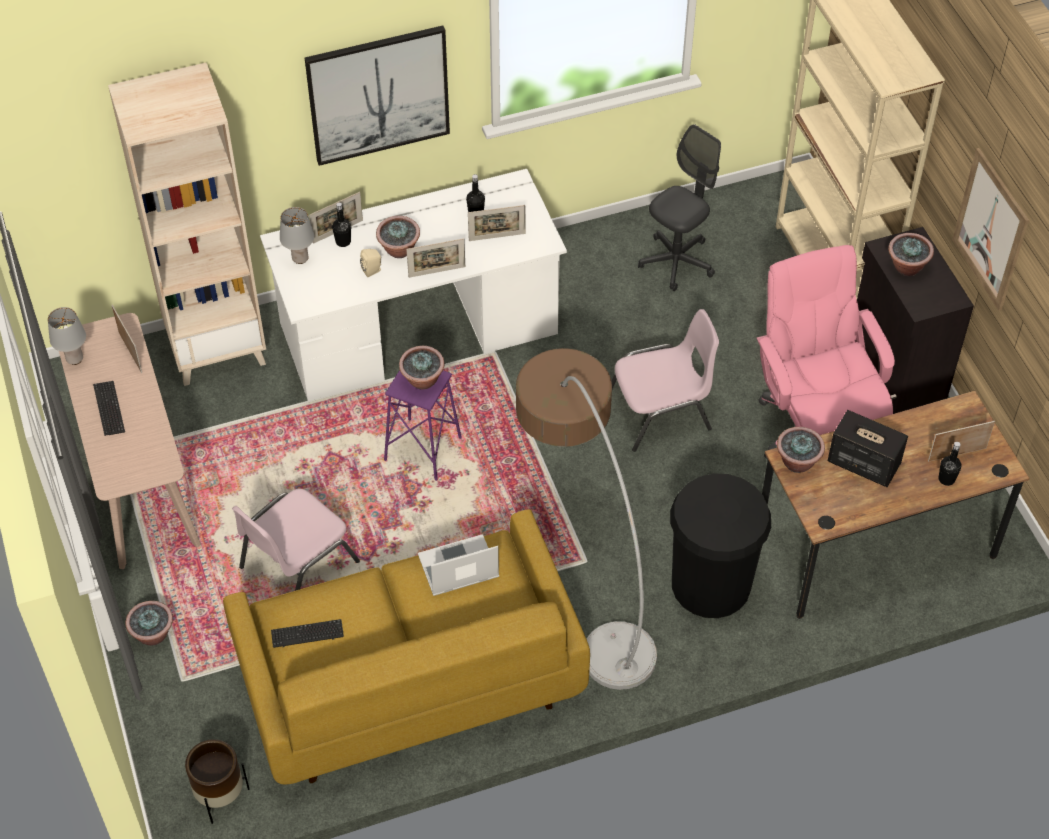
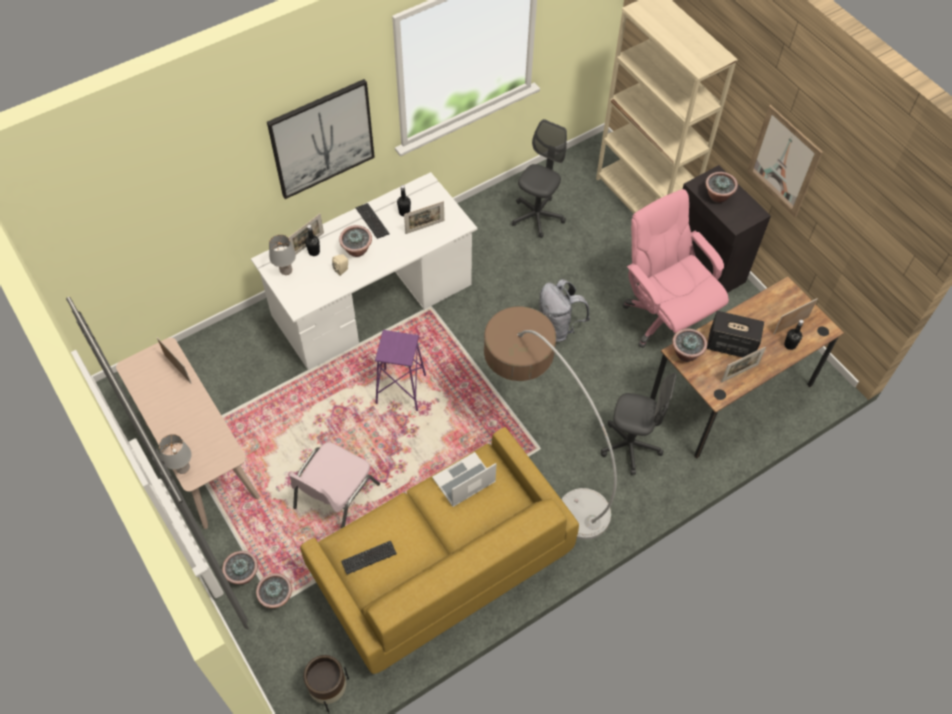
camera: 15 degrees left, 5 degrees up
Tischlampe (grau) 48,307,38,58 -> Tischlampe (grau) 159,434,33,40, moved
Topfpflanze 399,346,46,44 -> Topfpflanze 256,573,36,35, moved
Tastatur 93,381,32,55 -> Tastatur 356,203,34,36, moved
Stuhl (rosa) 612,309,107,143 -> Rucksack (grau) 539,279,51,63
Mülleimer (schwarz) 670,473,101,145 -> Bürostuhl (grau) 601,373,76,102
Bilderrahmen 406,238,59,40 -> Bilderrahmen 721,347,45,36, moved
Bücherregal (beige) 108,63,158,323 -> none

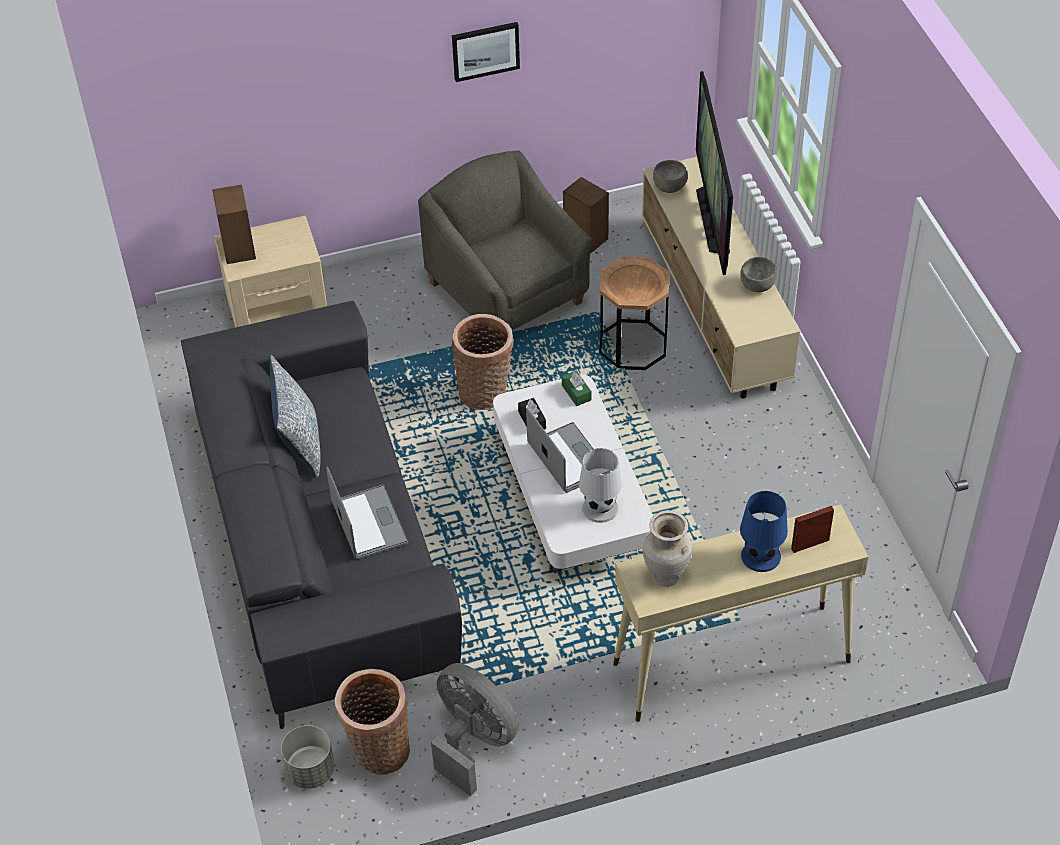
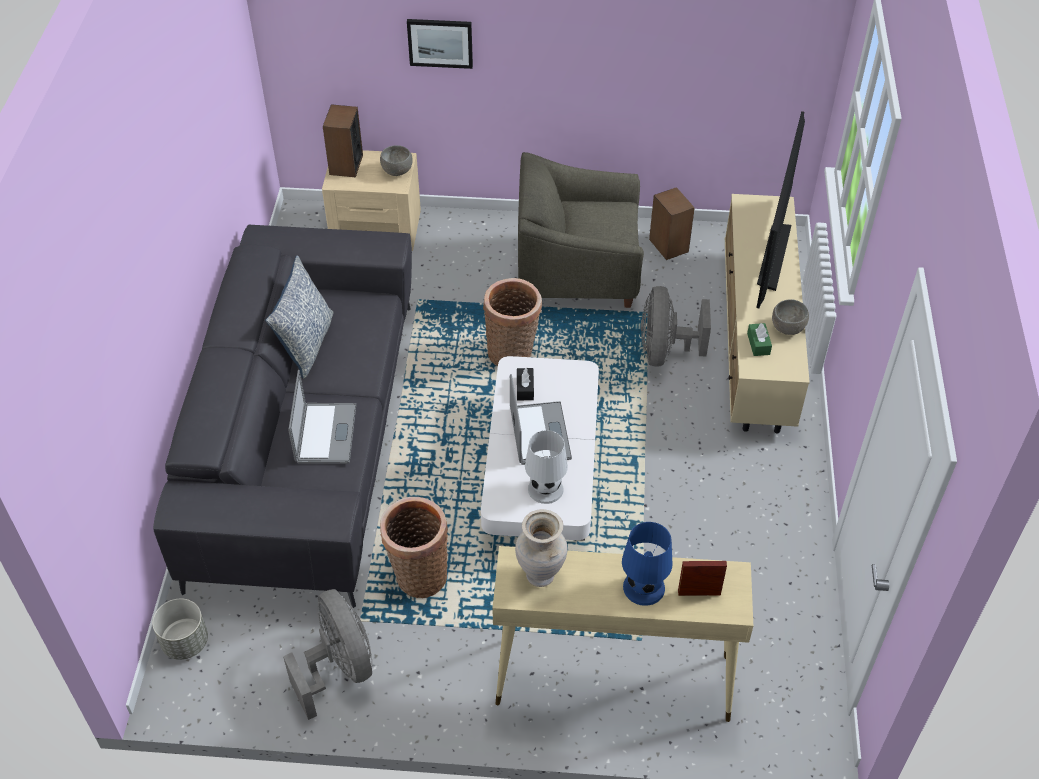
camera: 20 degrees right, 0 degrees up
Schüssel (grau) 653,160,35,33 -> Schüssel (grau) 380,145,33,31, moved
Korb 335,669,75,106 -> Korb 380,497,68,101, moved
Bild 452,22,68,60 -> Bild 407,19,66,50, moved
Sessel (grau) 418,151,174,179 -> Sessel (grau) 518,152,126,156, 75 degrees counterclockwise
Beistelltisch (braun) 599,257,71,113 -> Ventilator (grau) 641,286,70,81
Taschentuchbox (grün) 562,371,29,35 -> Taschentuchbox (grün) 747,323,25,33, moved

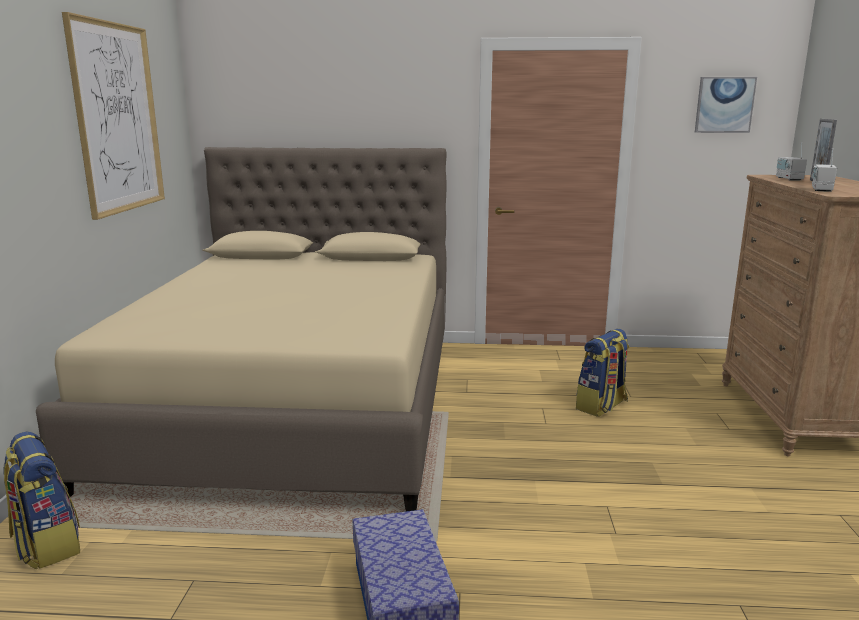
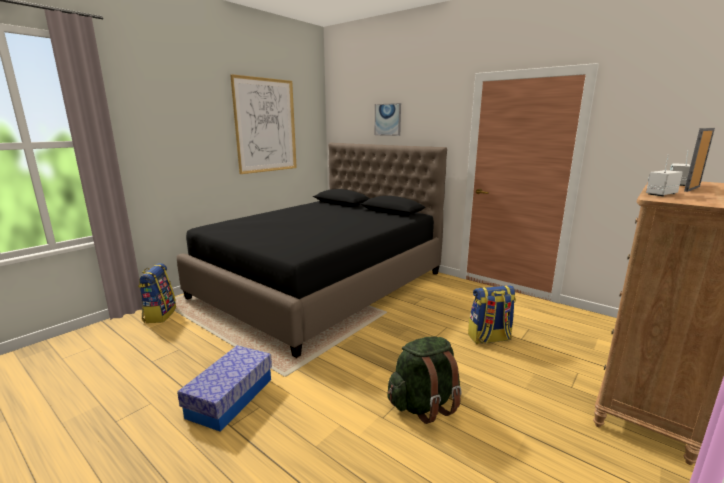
camera: 35 degrees right, 0 degrees up
Bett (beige) 36,147,411,365 -> Bett (schwarz) 177,143,270,215
Bild 695,77,62,56 -> Bild 375,103,26,33, moved
none -> Rucksack (grün) 387,336,75,88

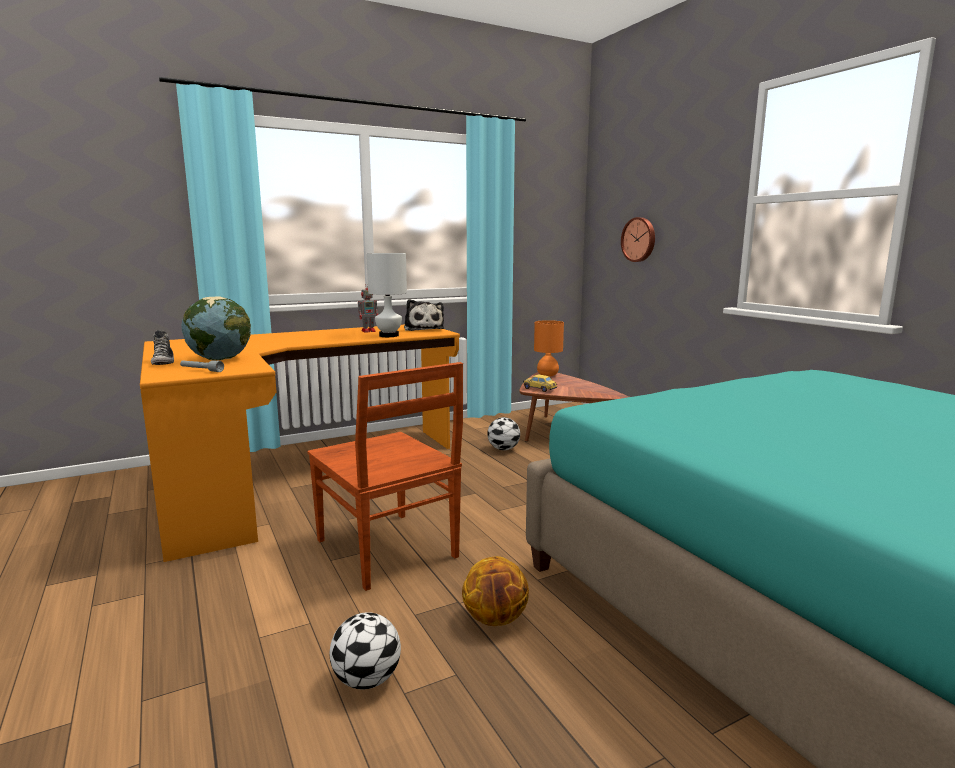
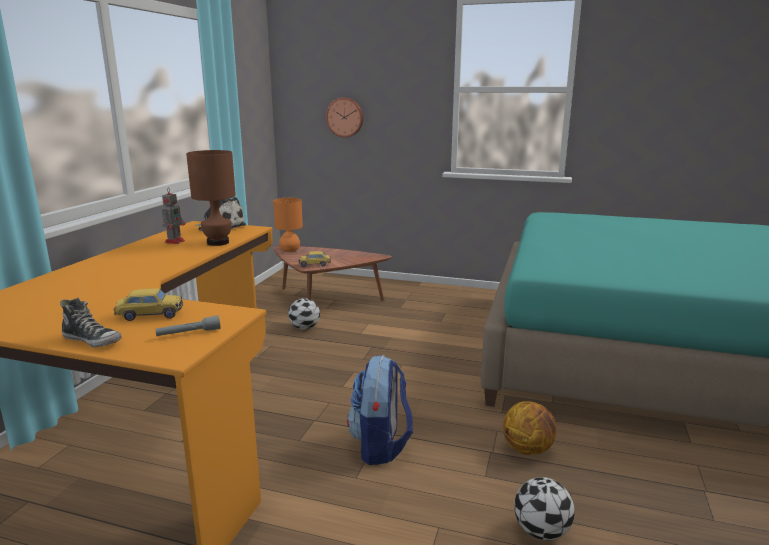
camera: 45 degrees left, 5 degrees up
Globus 181,296,70,65 -> Spielzeugauto 114,288,69,33
Tischlampe (weiß) 366,253,41,84 -> Tischlampe (braun) 186,150,50,96
Stuhl (braun) 307,362,156,229 -> Rucksack 347,355,66,110

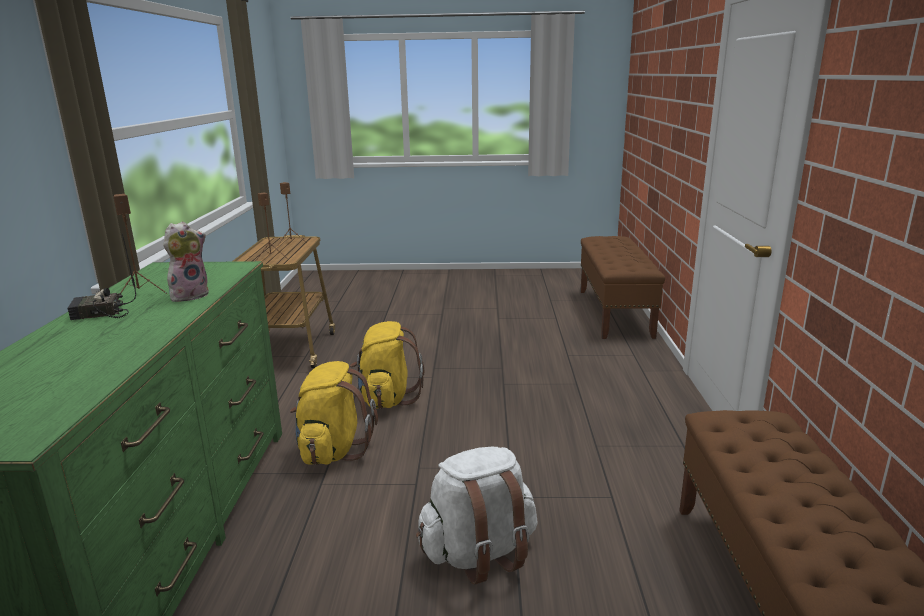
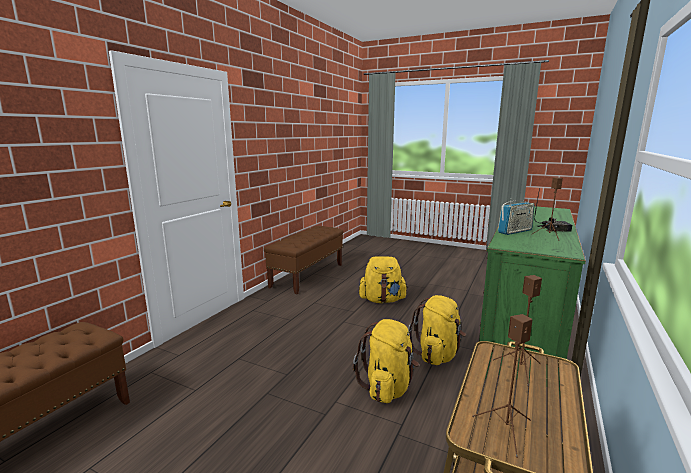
camera: 155 degrees left, 5 degrees down
Rucksack (weiß) 416,447,122,138 -> Rucksack (gelb) 359,256,49,47
Plüschtier 163,222,46,80 -> Radio 498,198,36,37

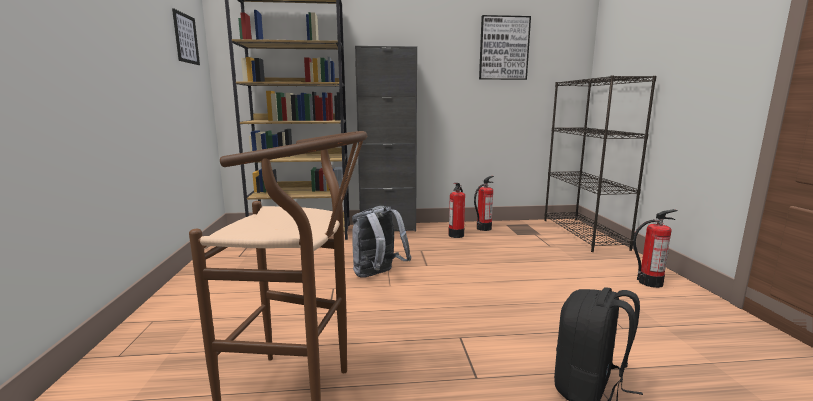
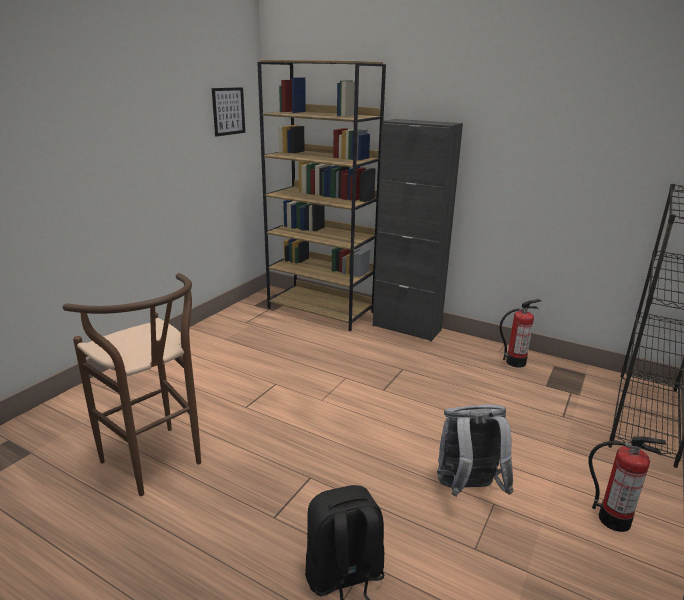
camera: 35 degrees right, 10 degrees up
Rucksack (grau) 352,206,59,72 -> Rucksack (grau) 437,404,77,93, moved
Feuerlöscher 448,183,17,55 -> none
Bild 479,15,52,65 -> none

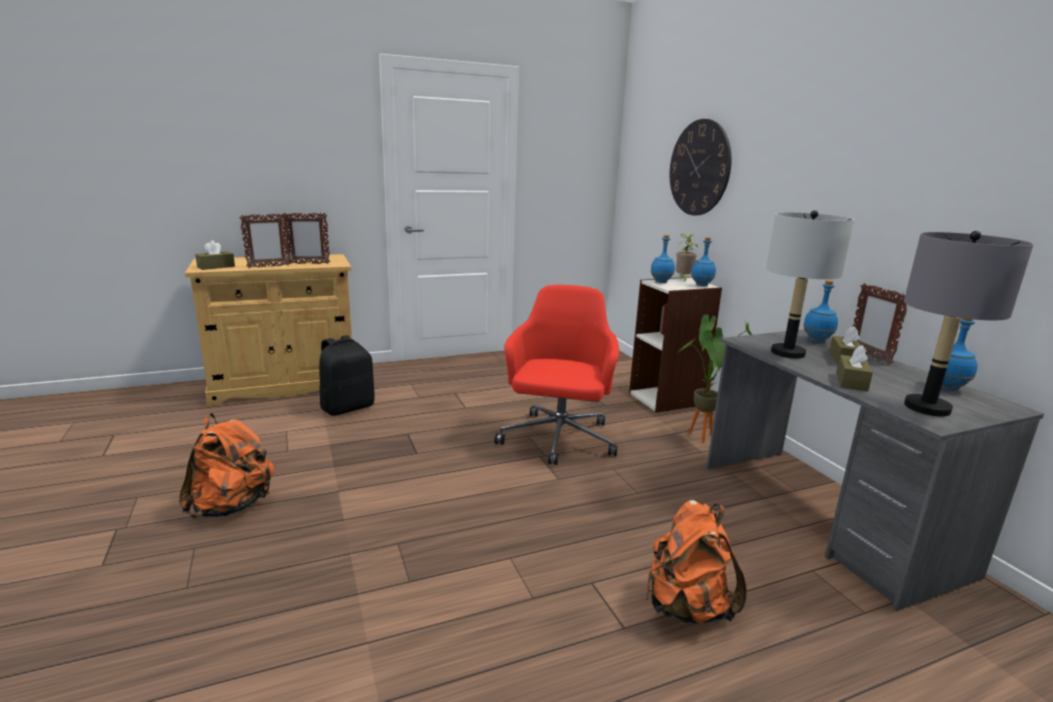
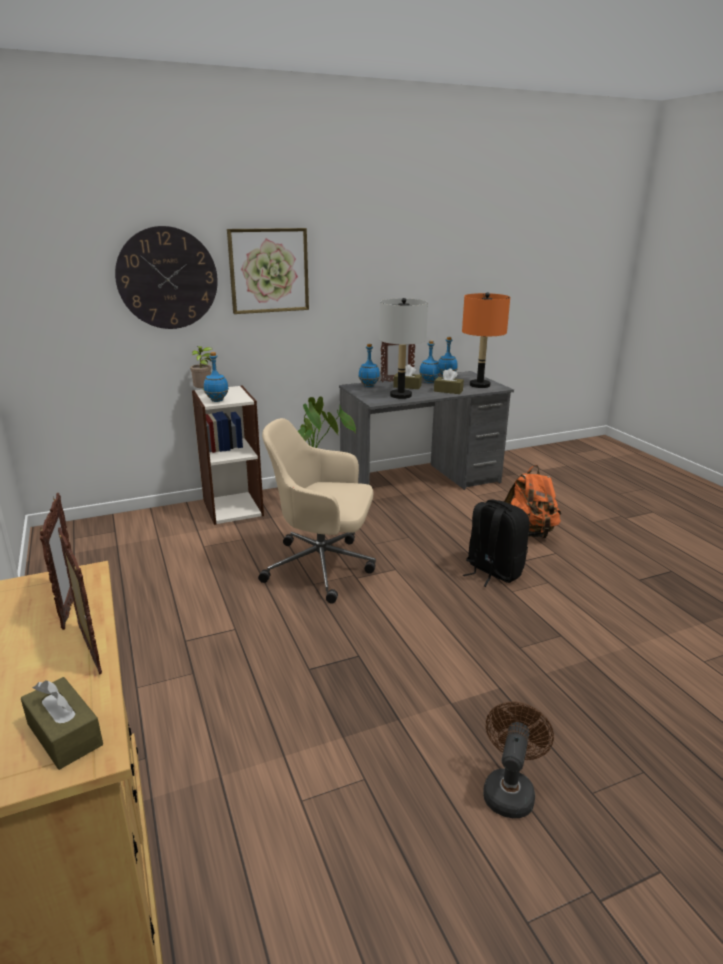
camera: 90 degrees left, 5 degrees up
none -> Bild 227,228,82,86
Bürostuhl (rot) 495,285,124,180 -> Bürostuhl (beige) 258,418,118,185
Flasche (blau) 691,237,25,49 -> Flasche (blau) 419,341,21,42, moved
Tischlampe (grau) 904,231,130,186 -> Tischlampe (orange) 462,293,48,95
Rucksack (schwarz) 319,335,56,81 -> Rucksack (schwarz) 463,499,67,88, moved
Rucksack (orange) 179,413,96,105 -> Ventilator (braun) 483,701,71,117

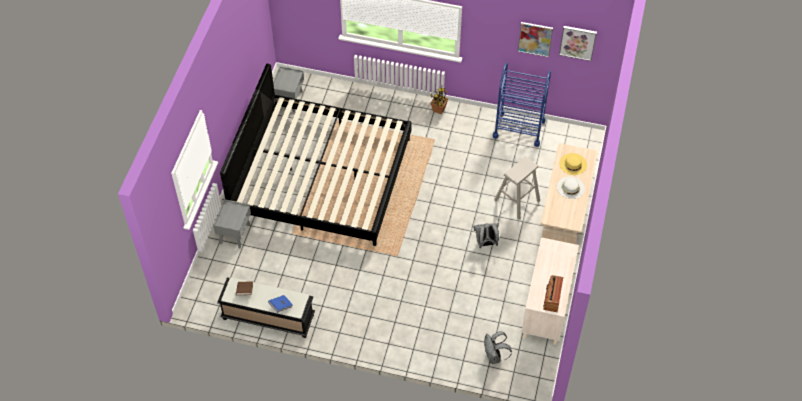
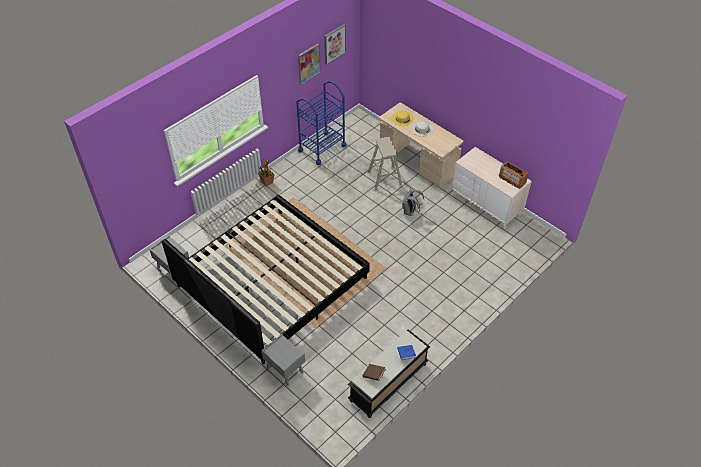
camera: 60 degrees left, 5 degrees down
Rucksack (grau) 484,331,28,33 -> none

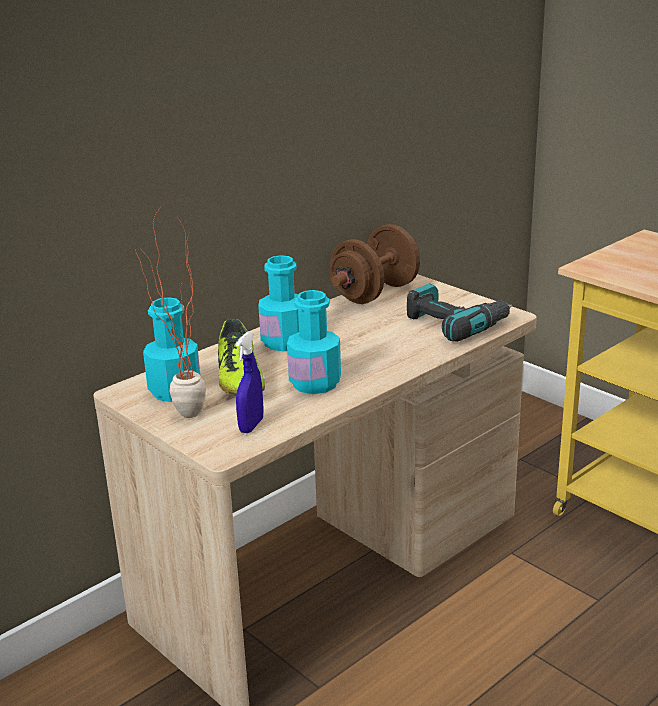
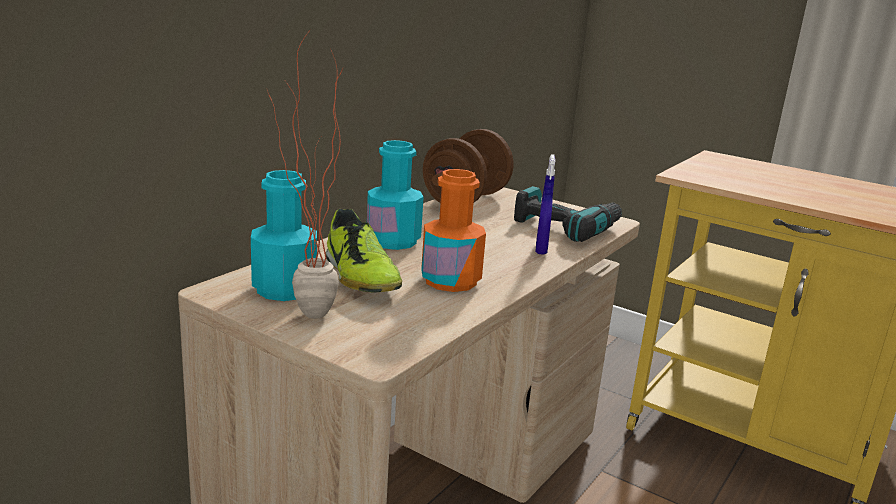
camera: 15 degrees left, 5 degrees down
Flasche (türkis) 287,290,54,104 -> Flasche (orange) 421,169,65,123
Sprühflasche (blau) 236,332,28,101 -> Sprühflasche (blau) 535,154,20,101, moved

